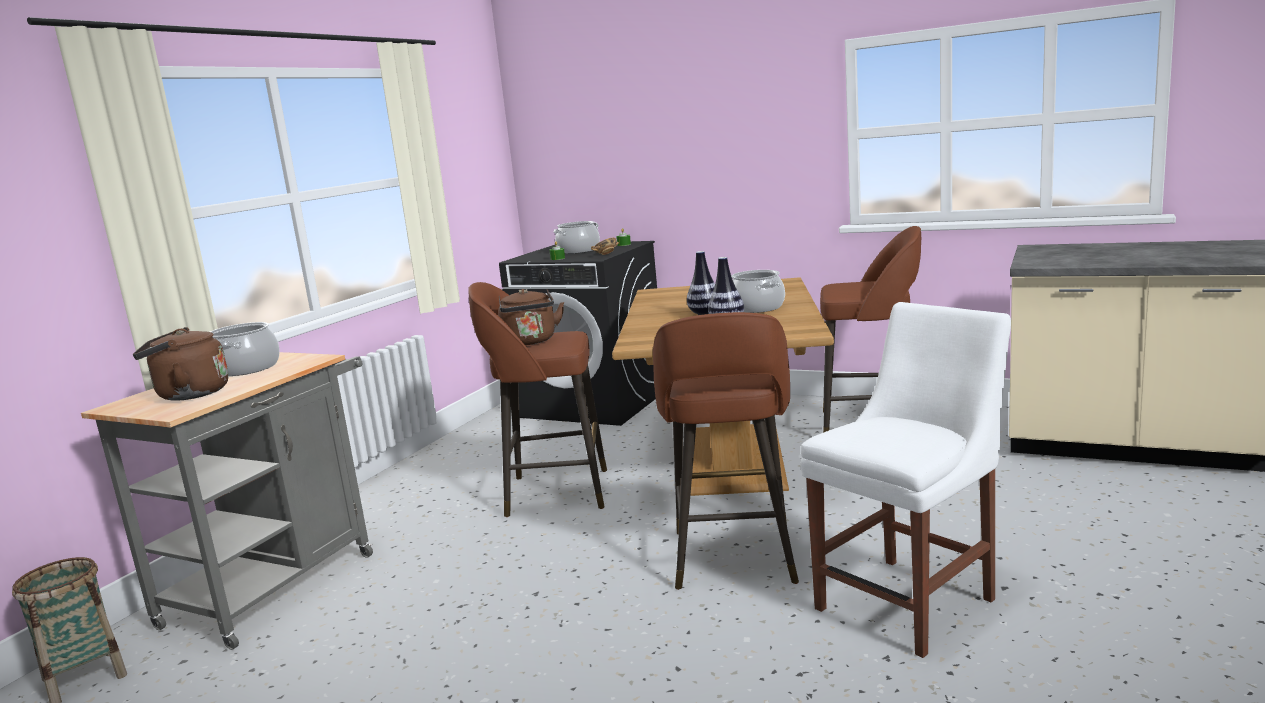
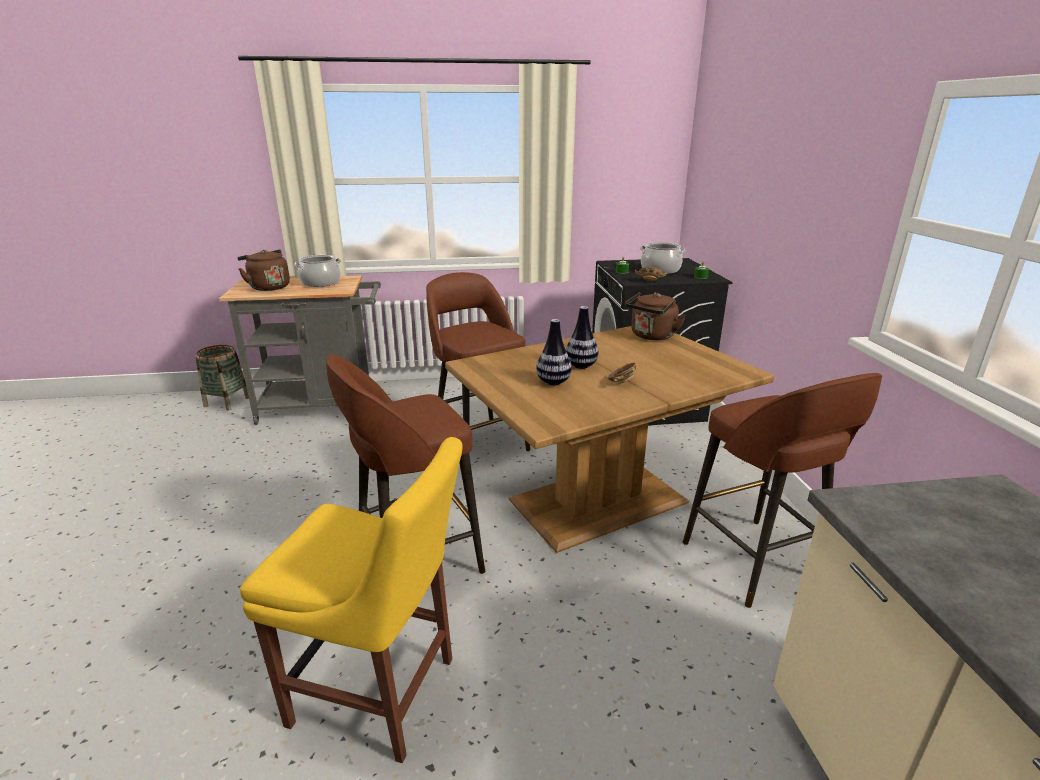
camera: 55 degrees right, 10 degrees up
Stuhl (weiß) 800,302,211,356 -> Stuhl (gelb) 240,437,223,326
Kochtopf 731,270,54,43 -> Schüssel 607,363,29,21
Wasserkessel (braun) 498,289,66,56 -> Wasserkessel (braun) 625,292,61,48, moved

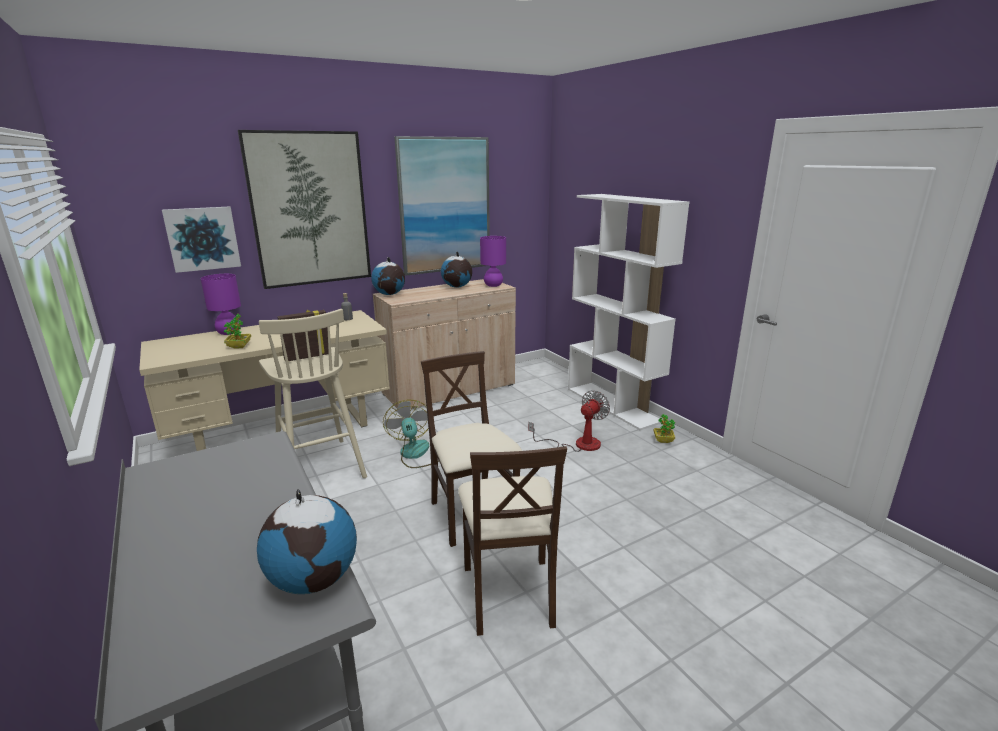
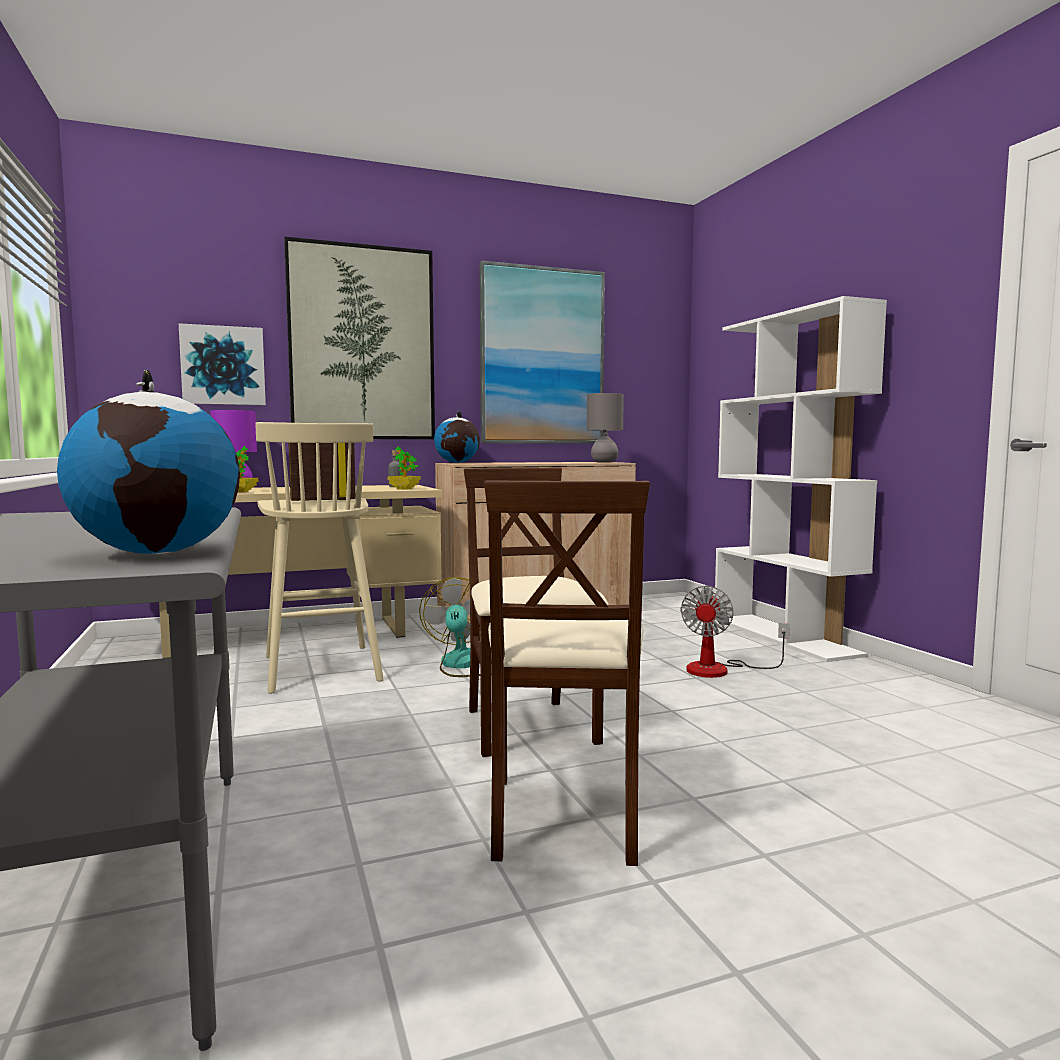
camera: 10 degrees right, 15 degrees down
Topfpflanze 653,414,22,29 -> Topfpflanze 387,446,34,44, moved
Tischlampe (lila) 480,236,26,51 -> Tischlampe (grau) 587,393,37,70
Ventilator 528,390,82,62 -> Ventilator 680,586,110,92, 150 degrees clockwise
Globus 441,252,31,36 -> none

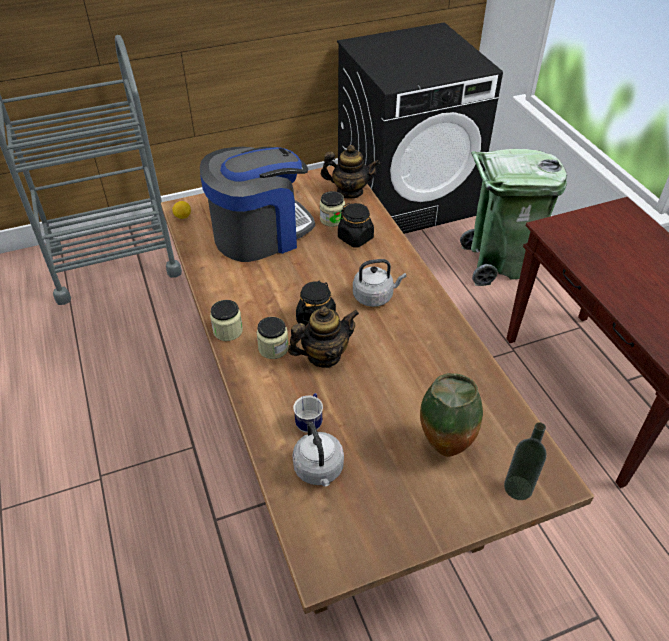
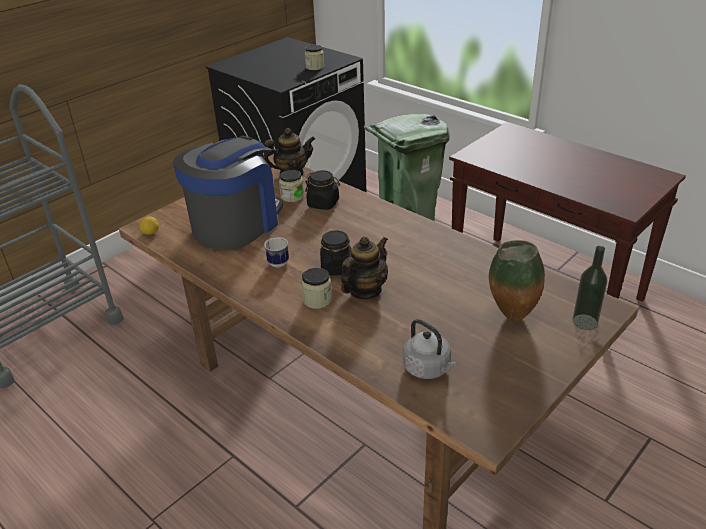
camera: 25 degrees left, 10 degrees down
Henkelbecher 293,393,30,40 -> Henkelbecher 264,237,25,30, moved
Vorratsglas 210,300,33,41 -> Vorratsglas 305,45,19,25, moved
Wasserkessel (grau) 353,259,53,48 -> none

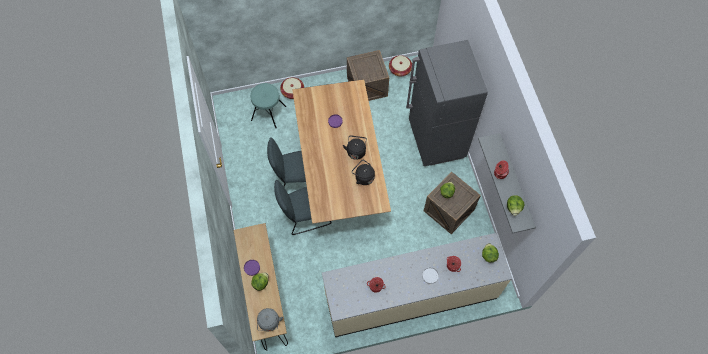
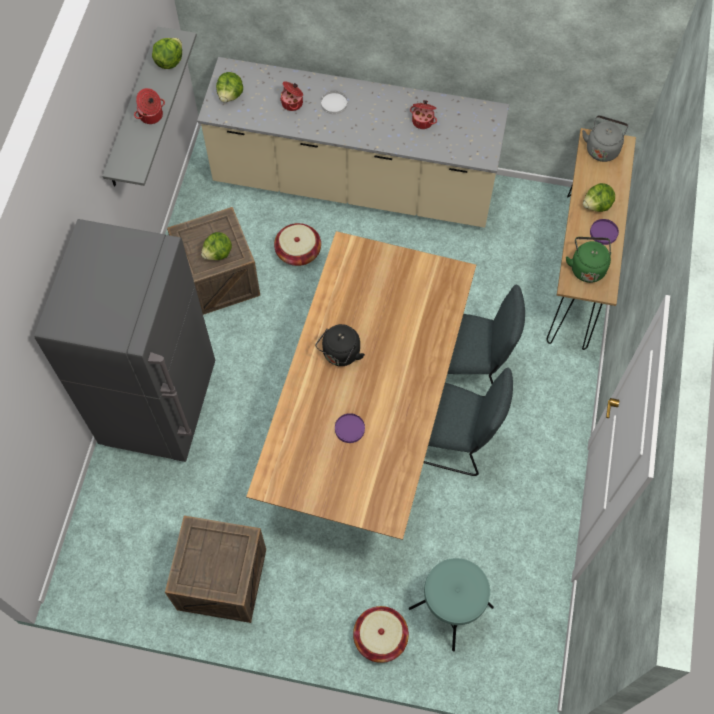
camera: 155 degrees left, 0 degrees up
Korb 389,55,23,21 -> Korb 274,223,47,43, moved
none -> Wasserkessel (grün) 566,237,45,46
Wasserkessel (schwarz) 352,160,23,25 -> none

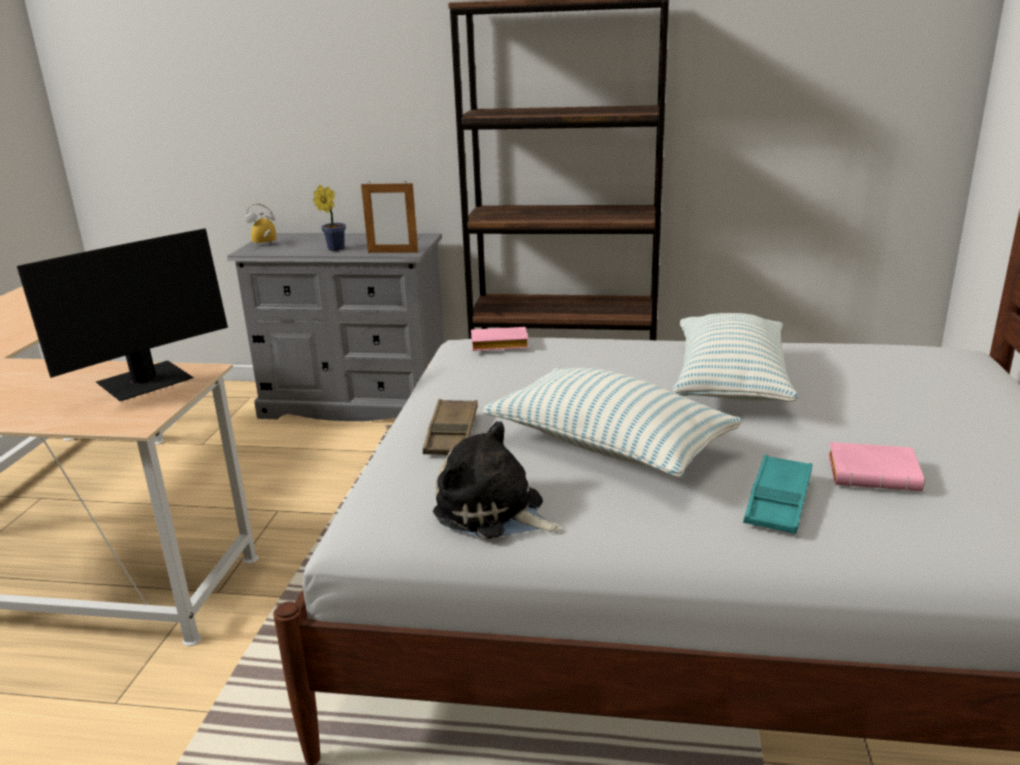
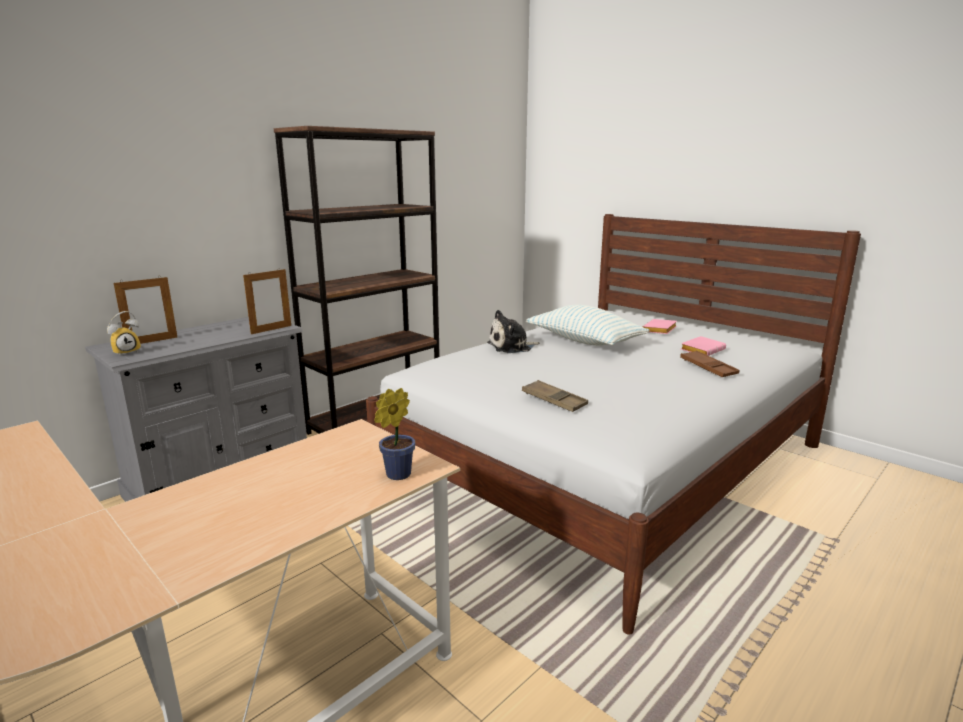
camera: 55 degrees left, 5 degrees down
Wecker 245,203,31,44 -> Wecker 107,311,34,46, 150 degrees counterclockwise
none -> Bilderrahmen 114,276,64,68
Topfpflanze 313,185,33,66 -> Topfpflanze 375,388,40,92, moved
Plüschtier 433,421,129,118 -> Plüschtier 487,310,53,43, moved
Buch (rosa) 471,327,58,24 -> Buch (rosa) 643,319,34,15, moved
Tablett (türkis) 743,455,70,79 -> Tablett (braun) 680,350,59,27
Monitor 17,229,211,172 -> none
Kissen 483,368,260,110 -> none

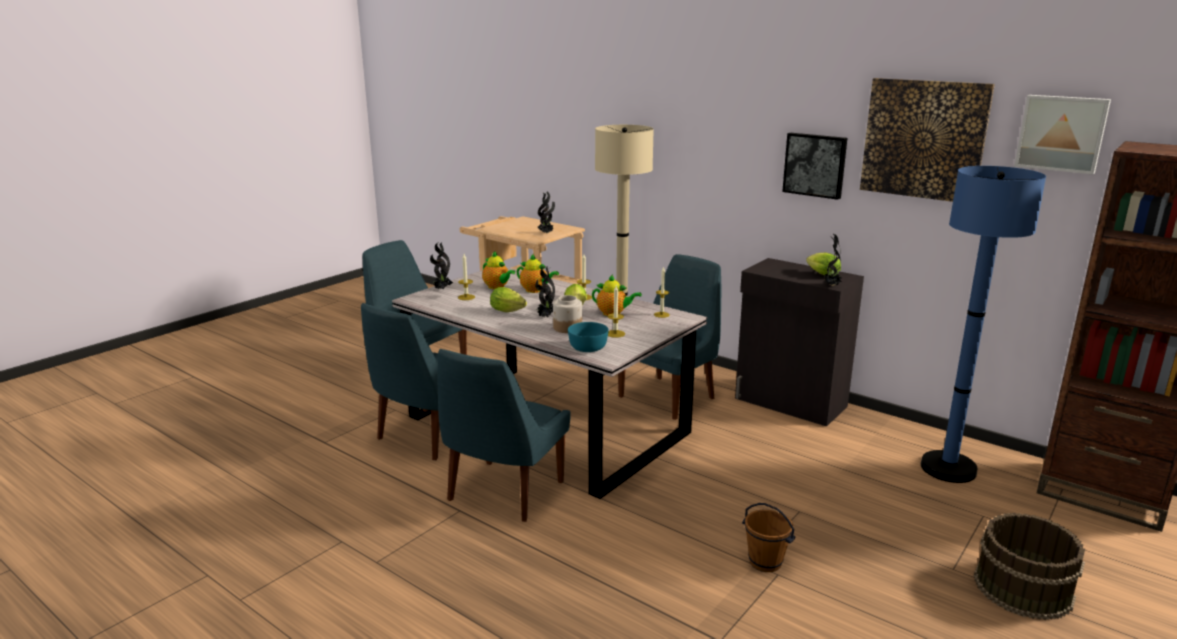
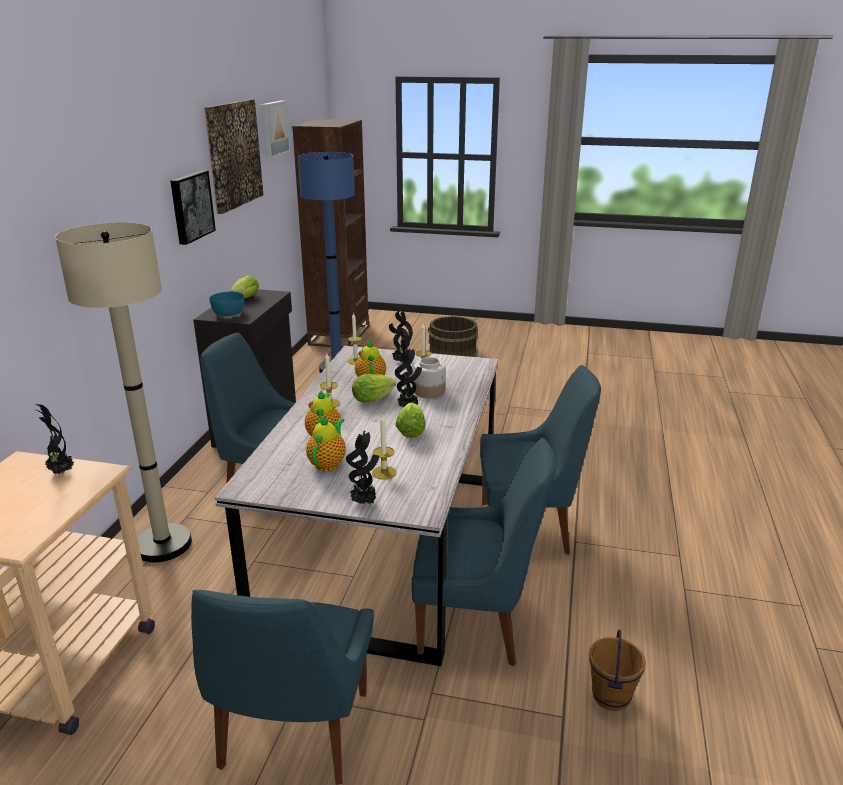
camera: 115 degrees left, 5 degrees up
Schüssel (türkis) 568,322,41,30 -> Schüssel (türkis) 209,292,36,24, moved
Topfpflanze 823,234,19,52 -> Topfpflanze 389,310,24,52, moved
Eimer (braun) 742,503,53,69 -> Eimer (braun) 589,629,57,82, moved

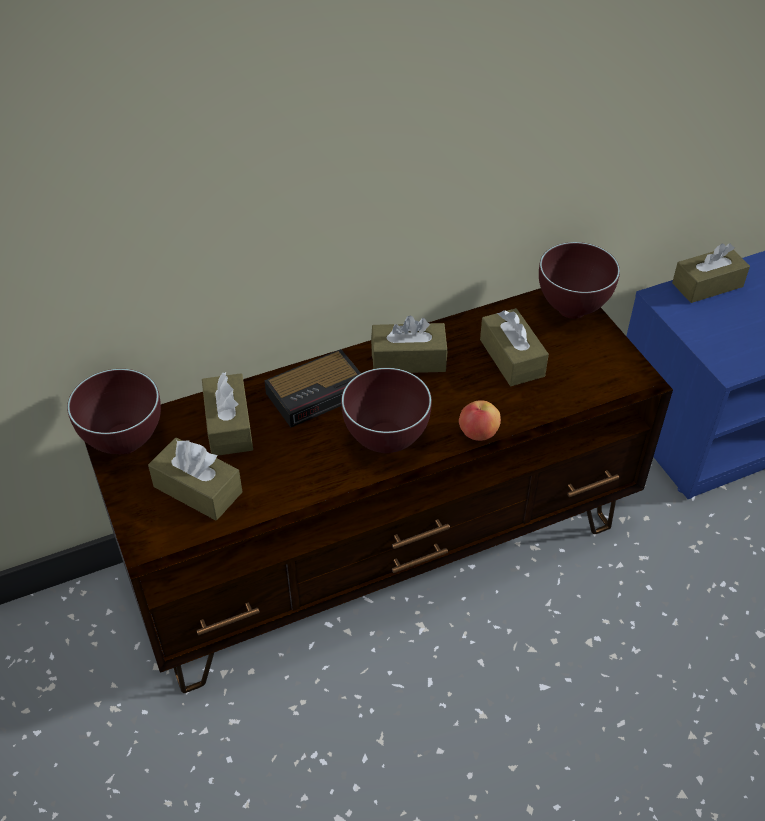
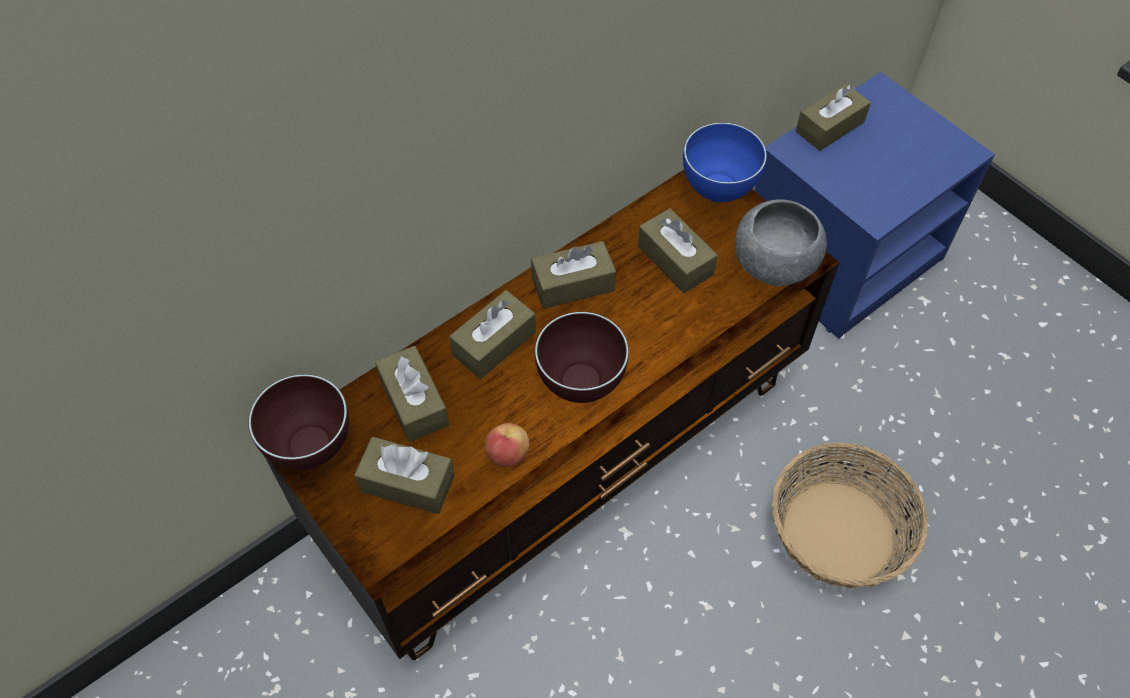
camera: 15 degrees left, 10 degrees up
Wecker 264,349,97,78 -> Taschentuchbox (braun) 449,290,87,89
Apfel 459,400,42,41 -> Apfel 485,423,44,44, moved
Schüssel (braun) 539,242,81,77 -> Schüssel (blau) 683,123,84,80
none -> Schüssel (grau) 735,199,92,87
none -> Korb 772,442,156,146

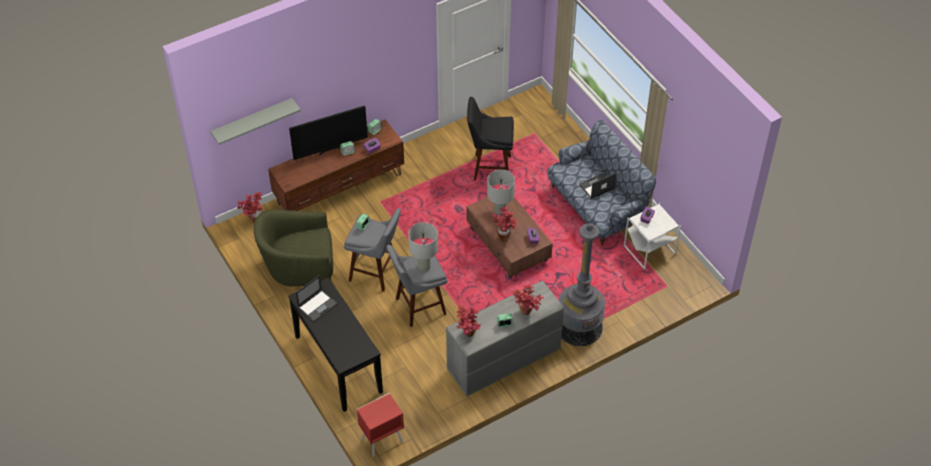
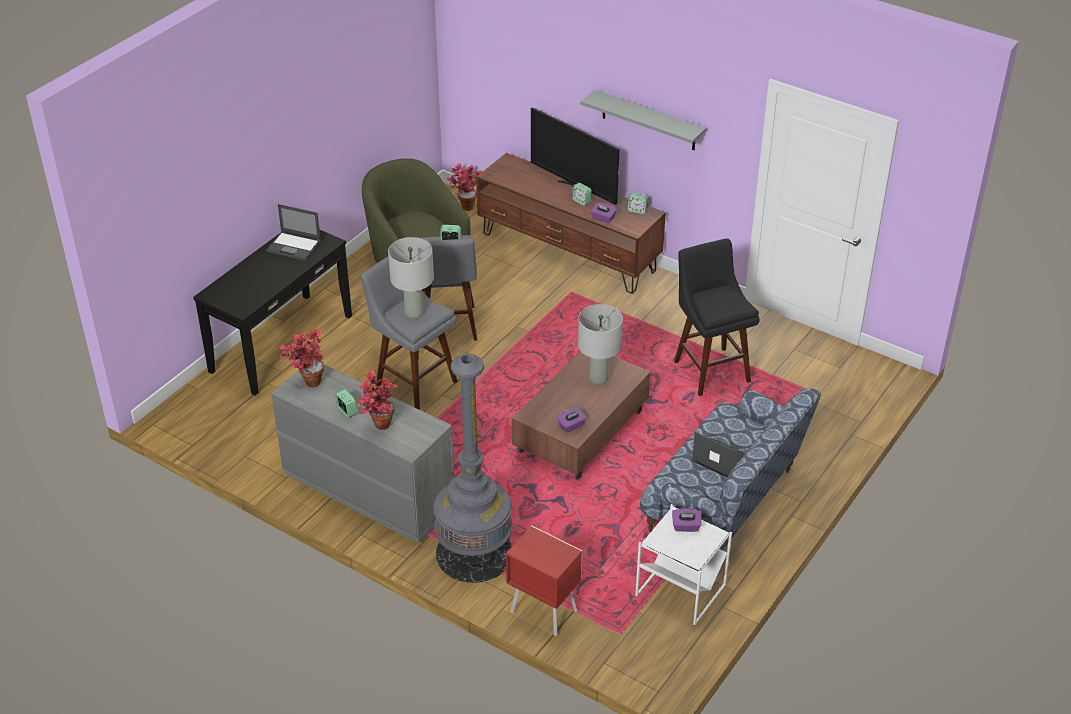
camera: 65 degrees right, 10 degrees down
Nachttisch (rot) 356,393,48,64 -> Nachttisch (rot) 506,526,76,110, moved
Wandregal (grau) 210,98,91,47 -> Wandregal (grau) 580,90,126,60, moved
Topfpflanze 492,206,25,35 -> none

